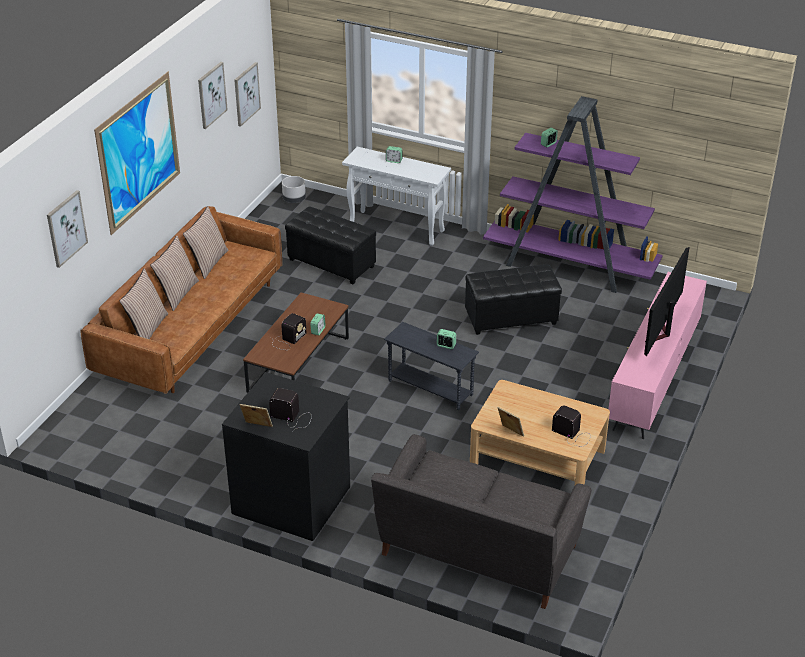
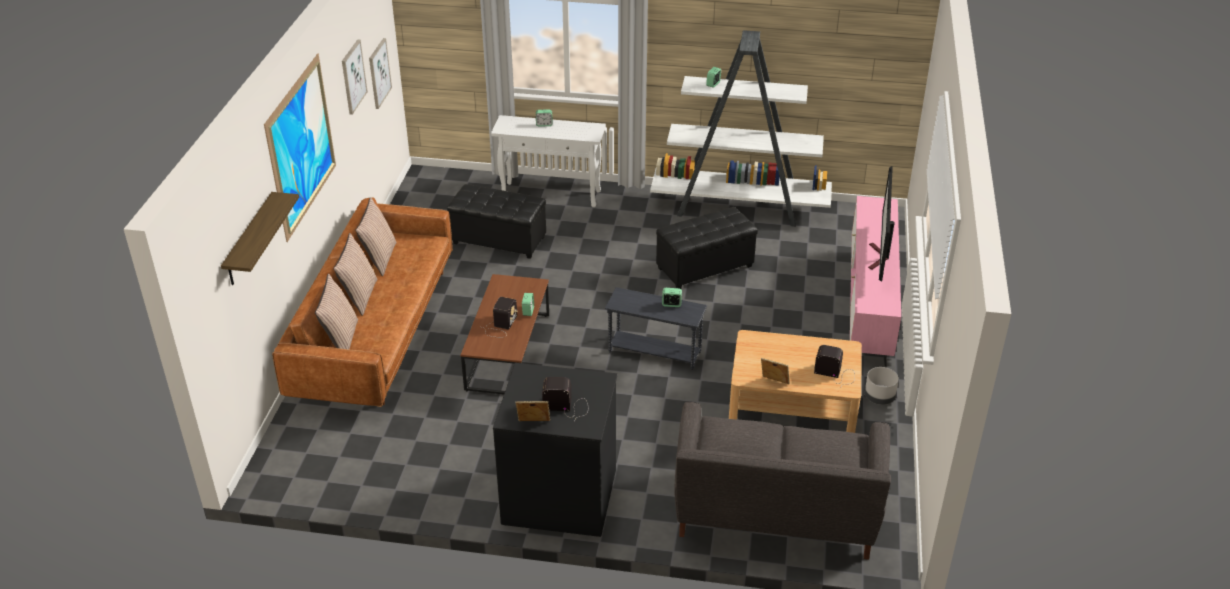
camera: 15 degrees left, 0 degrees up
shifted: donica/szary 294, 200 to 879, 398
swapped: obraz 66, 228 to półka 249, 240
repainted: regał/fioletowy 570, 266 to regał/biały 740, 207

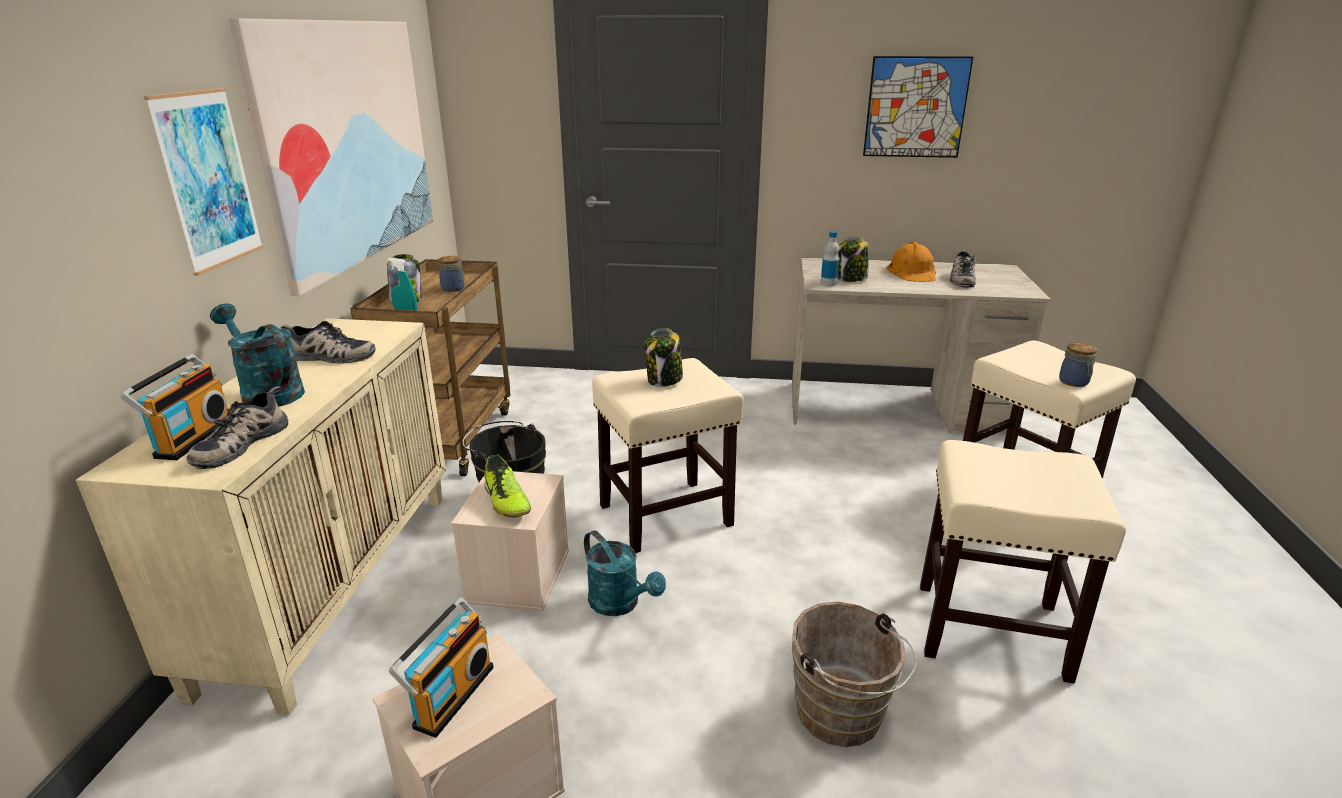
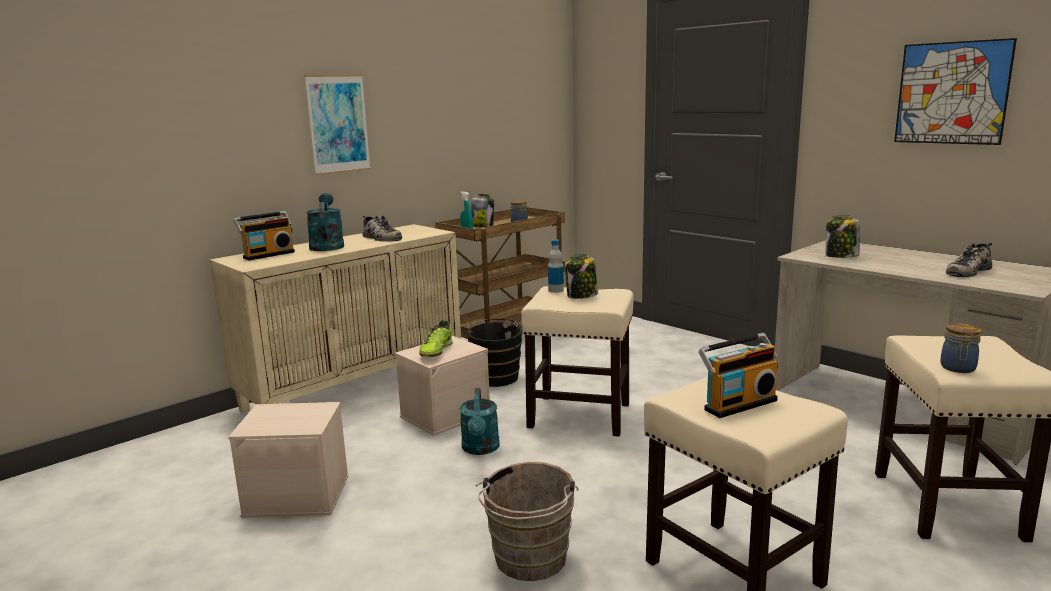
camera: 40 degrees right, 10 degrees down
gone: but 240, 443; obraz 349, 143; kask/pomarańczowy 913, 272
shifted: radio 450, 695 to 738, 404; butelka 828, 284 to 556, 290

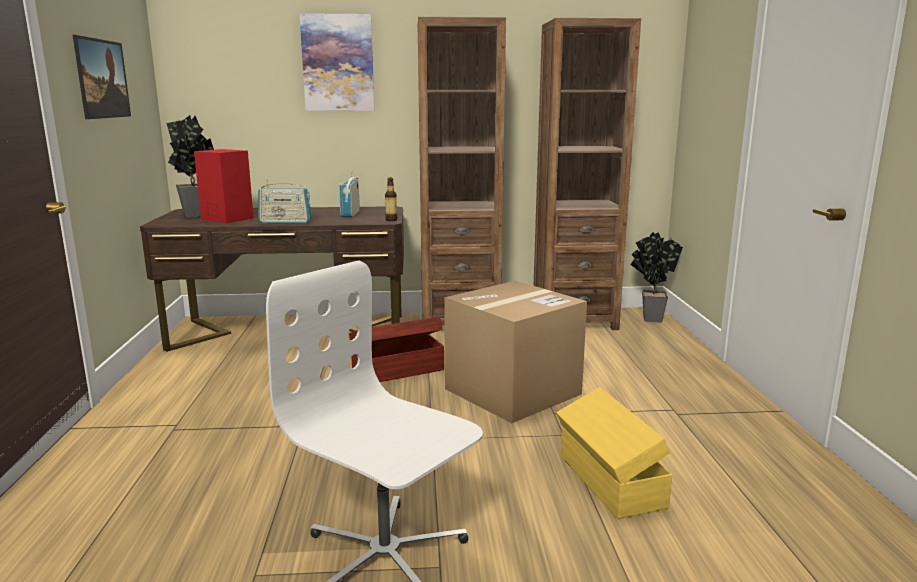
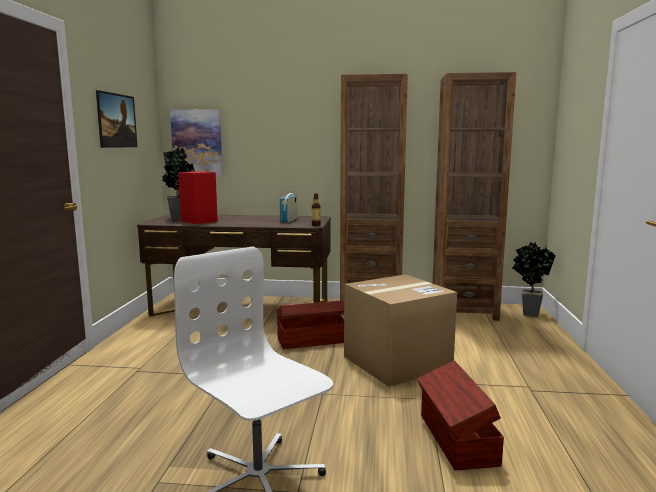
camera: 10 degrees right, 5 degrees down
gone: radio 285, 222
shifted: obraz 338, 63 to 197, 143
repainted: pojemnik do przechowywania/żółty 609, 481 to pojemnik do przechowywania/brązowy 456, 439

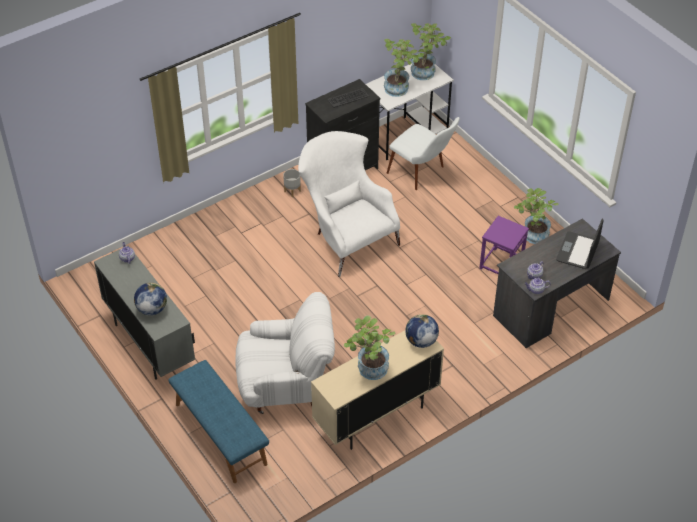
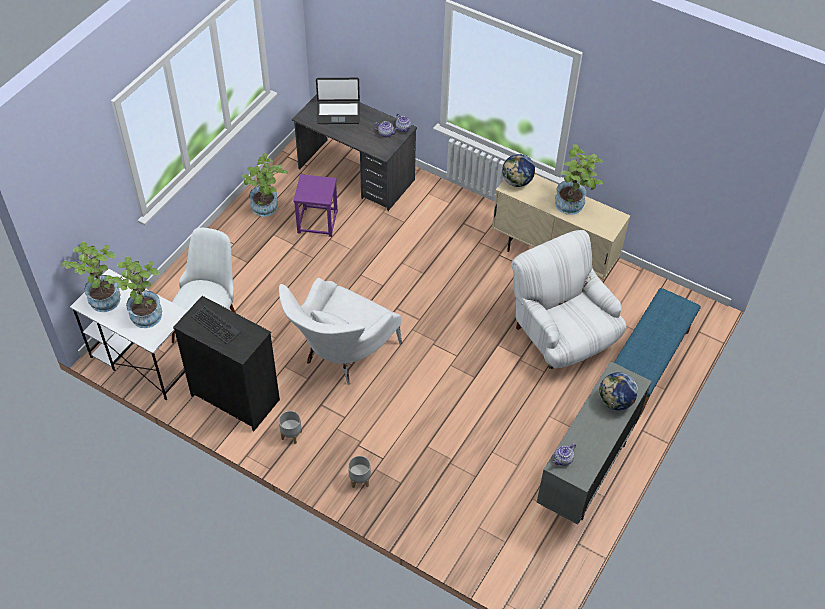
camera: 115 degrees left, 5 degrees up
new: donica/szary 359, 480

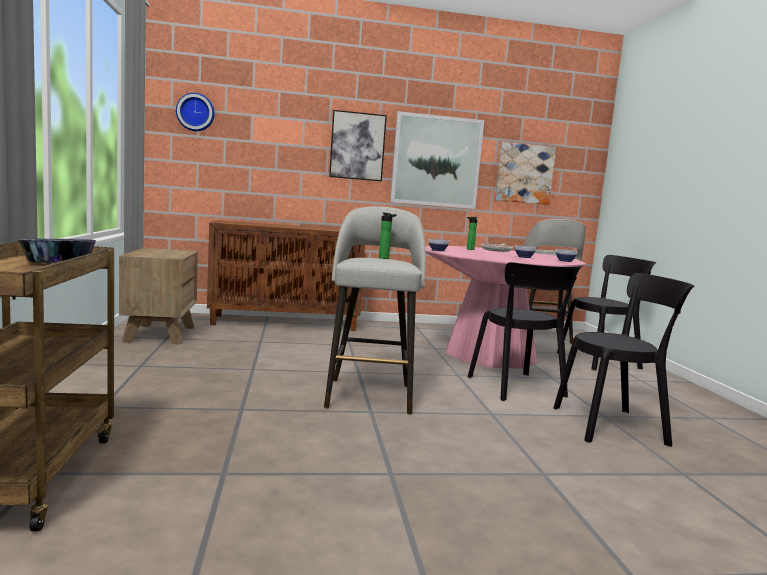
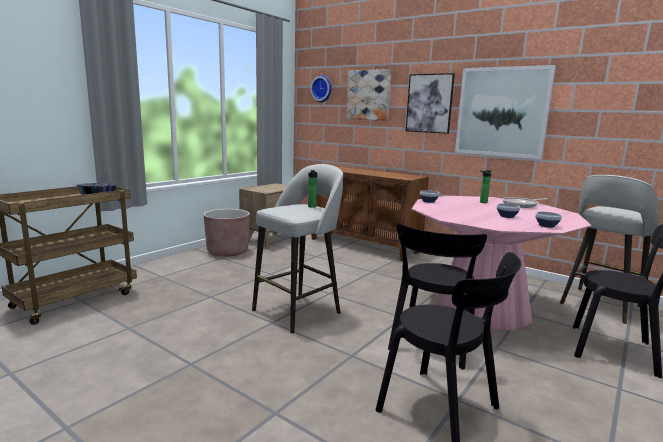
camera: 45 degrees right, 5 degrees up
new: donica/brązowy 227, 252
shifted: obraz 524, 174 to 368, 95

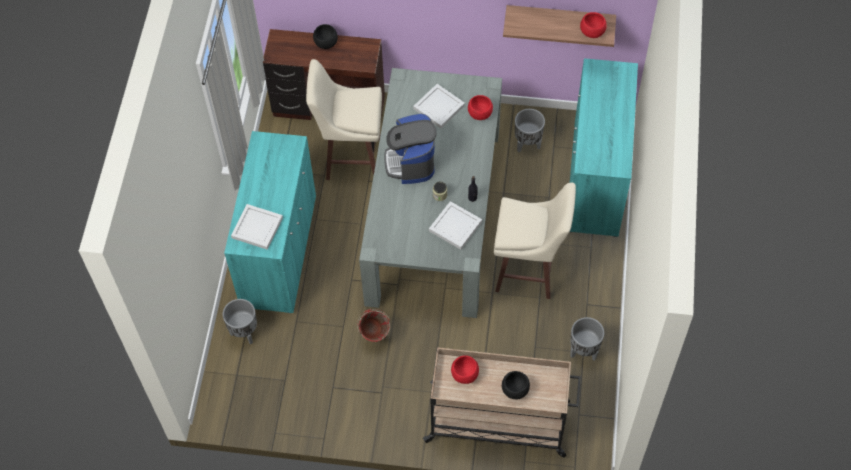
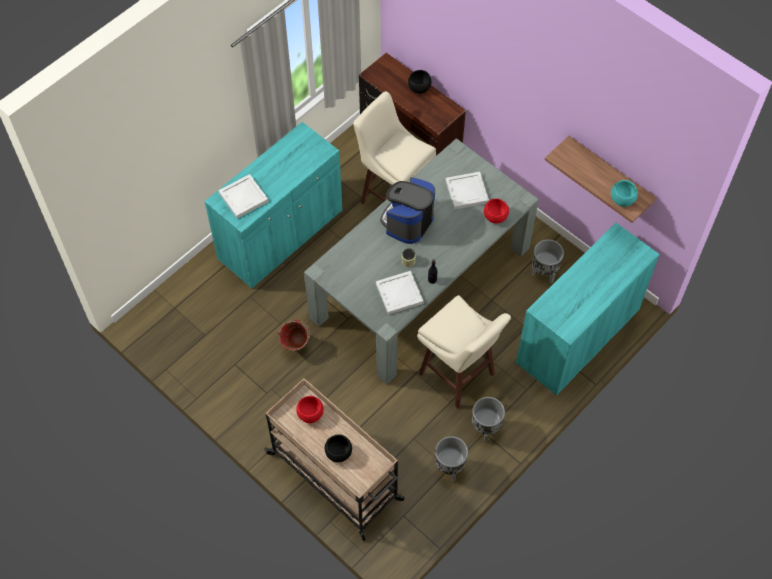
camera: 35 degrees right, 0 degrees up
shifted: donica/szary 244, 333 to 485, 429
repainted: miska/czerwony 592, 32 to miska/turkusowy 622, 200

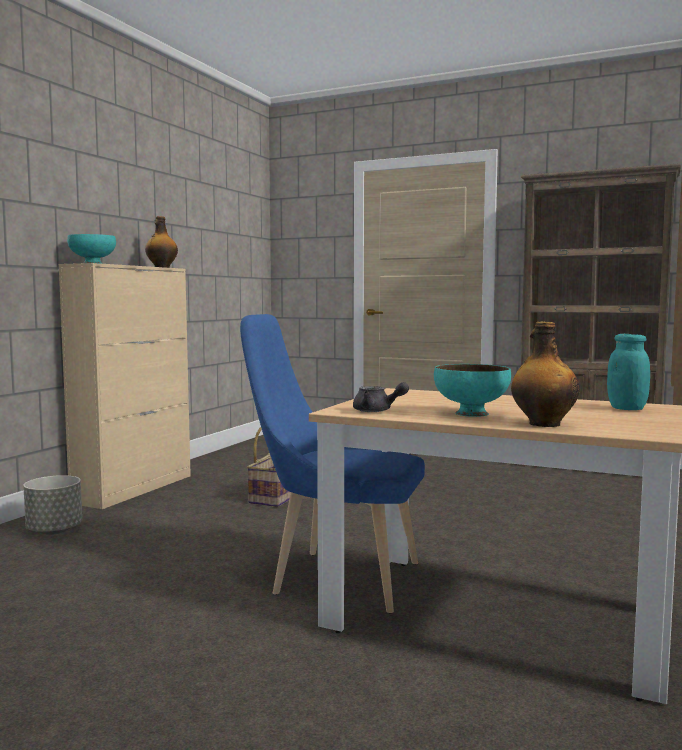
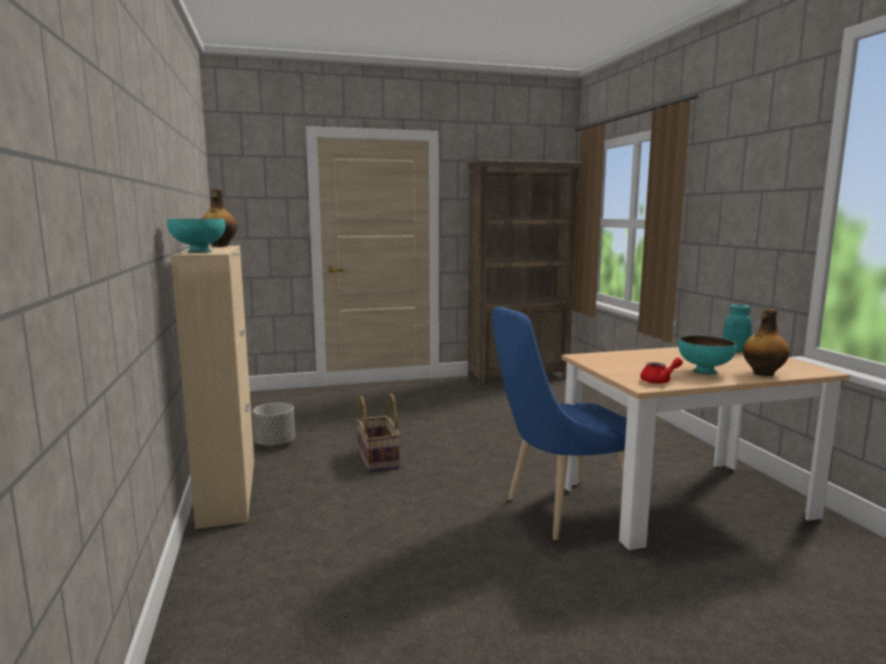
camera: 40 degrees left, 5 degrees up
shifted: donica/szary 54, 531 to 275, 444
repainted: imbryk/szary 377, 411 to imbryk/czerwony 660, 381

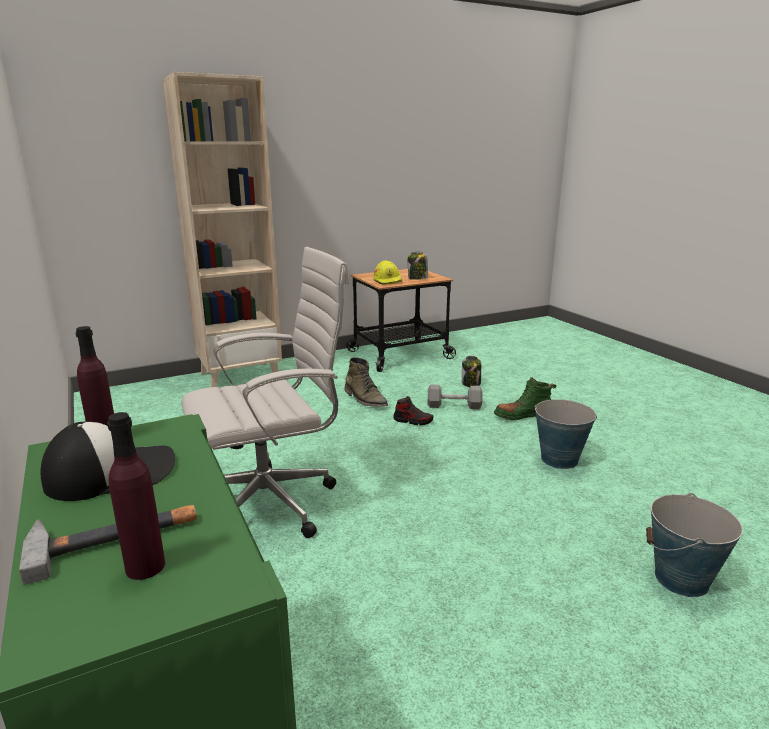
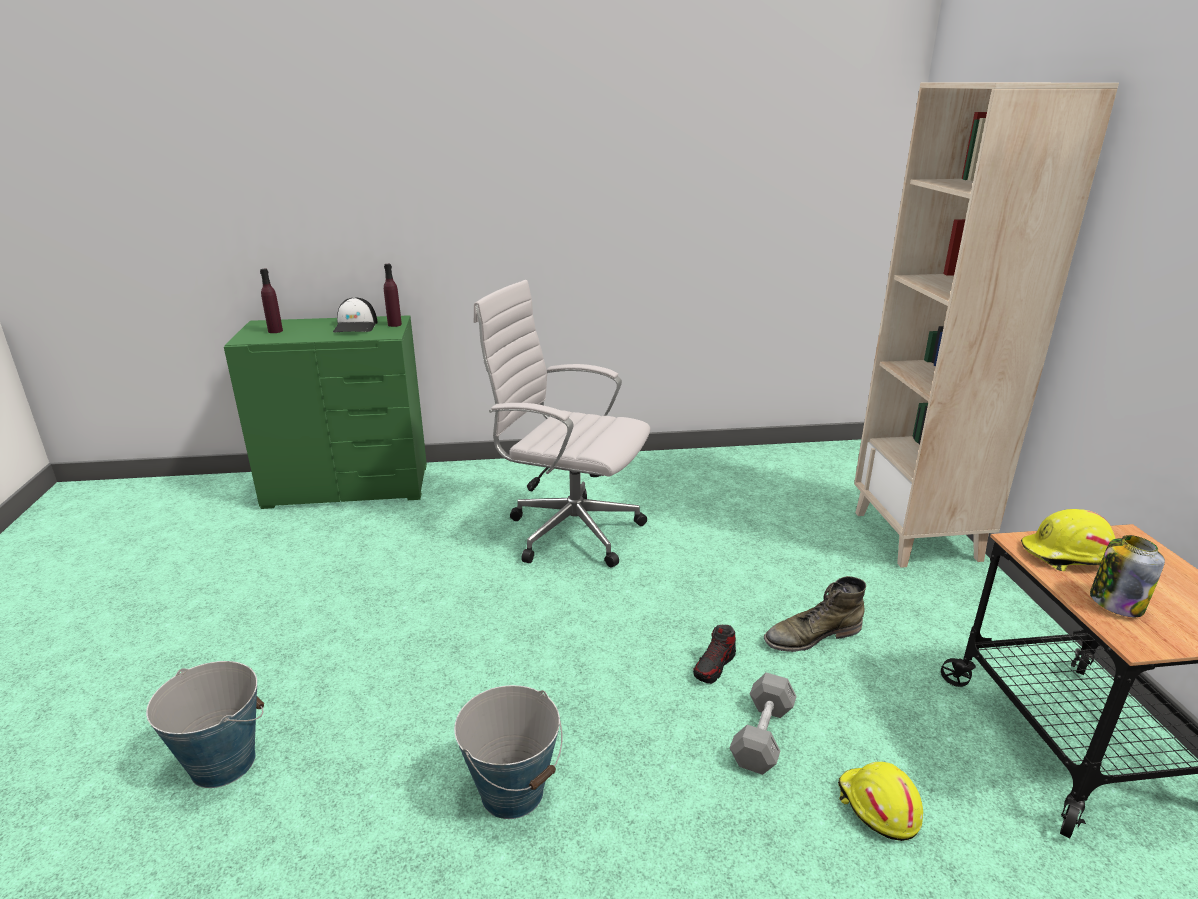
camera: 110 degrees right, 5 degrees up
gone: młotek 115, 536; but z cholewką/zielony 522, 416
swapped: słoik 471, 383 to kask/żółty 877, 807
rotated: krzesło biurowe/biały 274, 503 = 568, 531 120 degrees clockwise

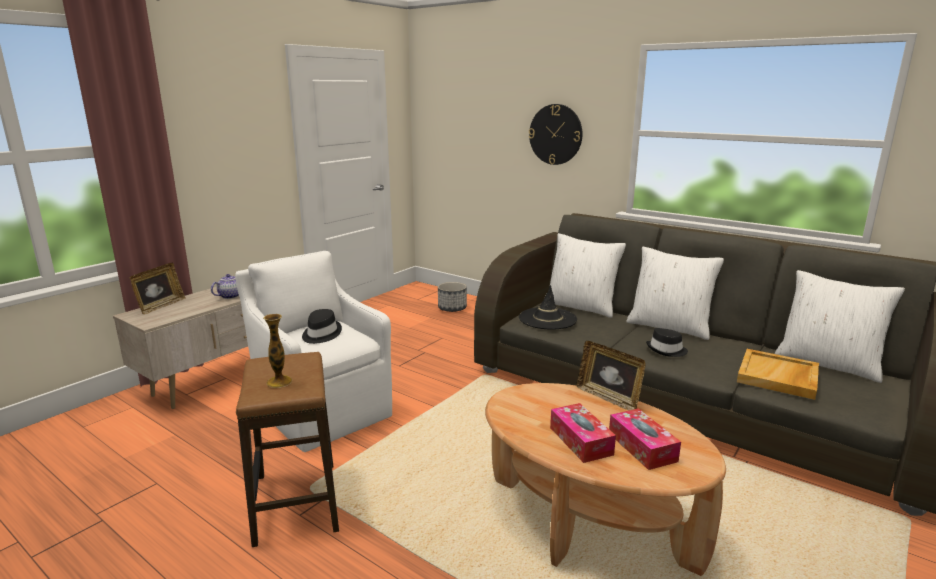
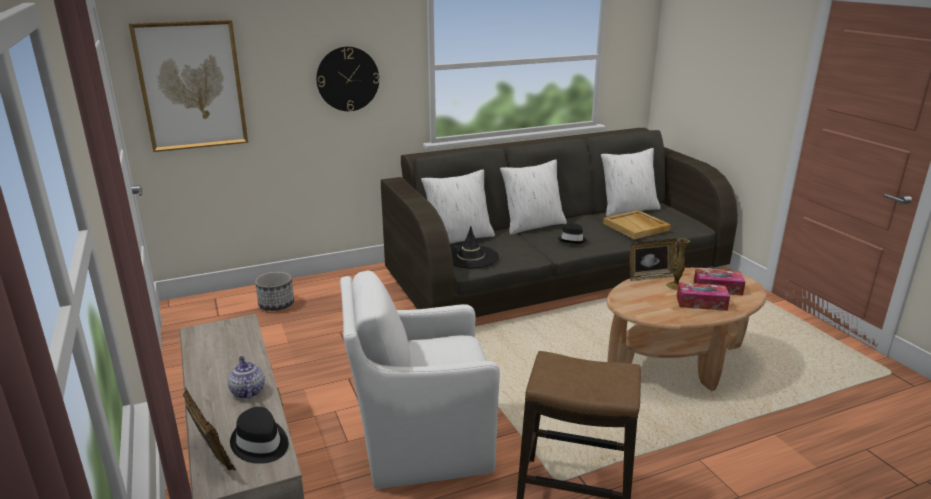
camera: 60 degrees left, 5 degrees up
new: obraz 191, 86
shifted: wazon 279, 382 to 675, 286; kapelusz/czarny 321, 334 to 260, 444

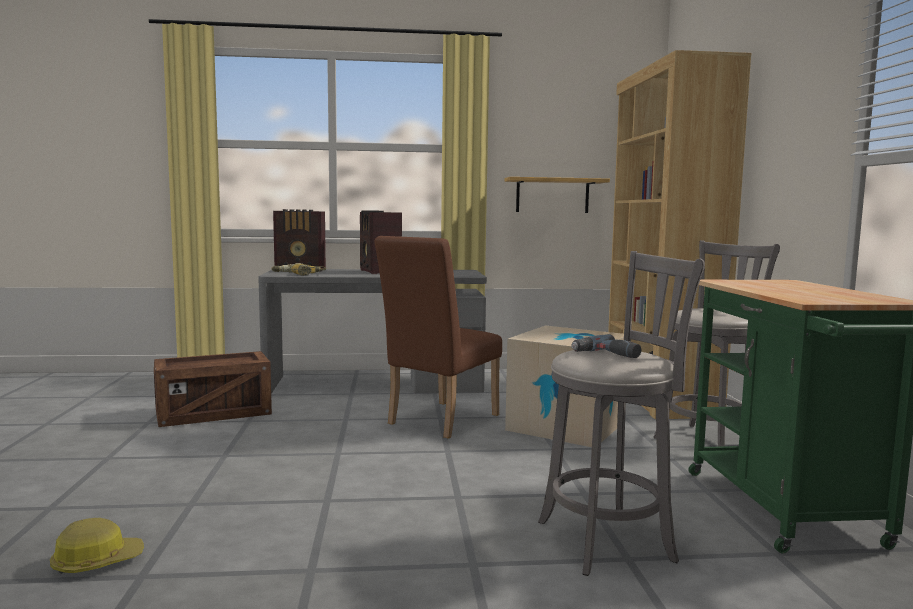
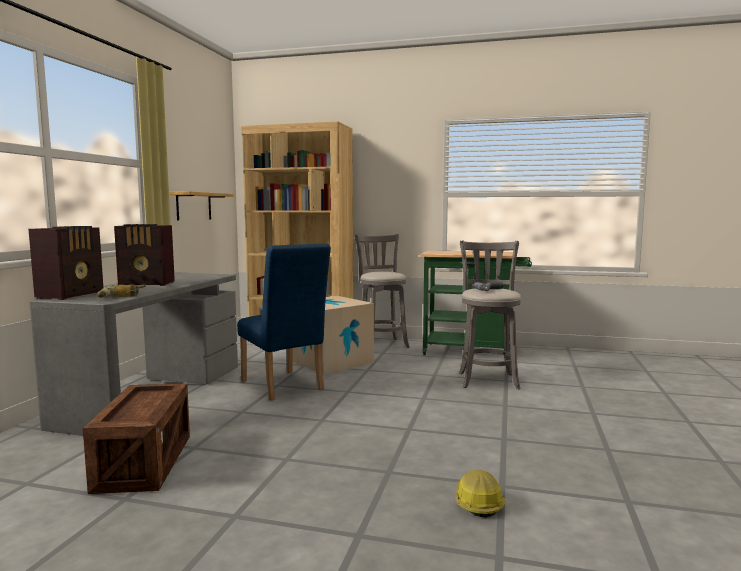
camera: 70 degrees left, 0 degrees up
repainted: krzesło/brązowy 438, 421 to krzesło/niebieski 284, 386

